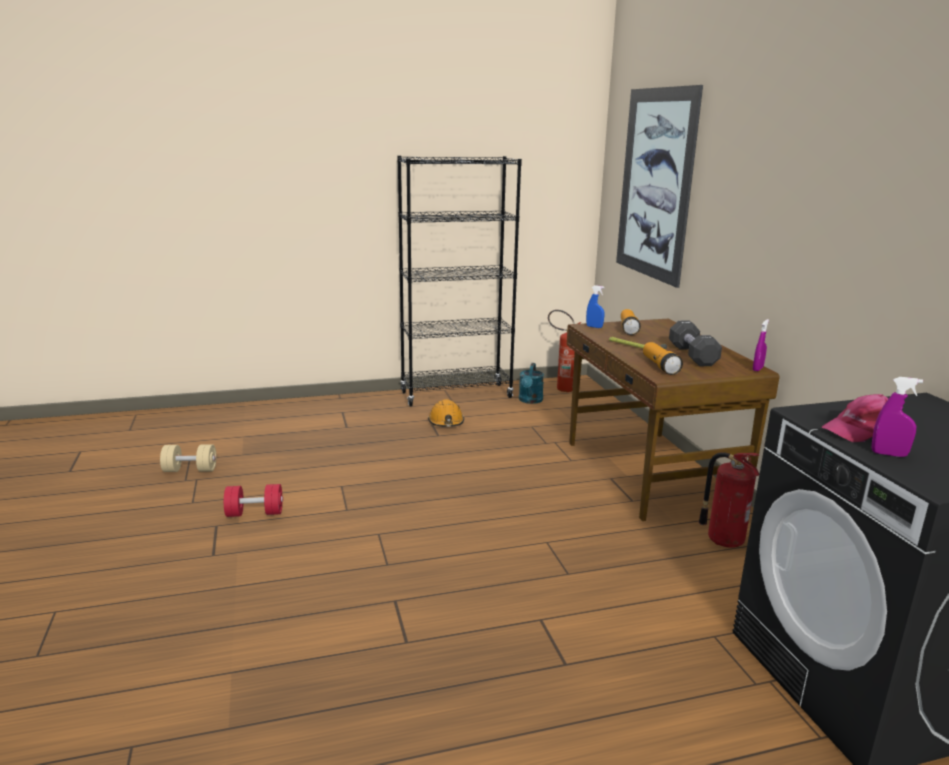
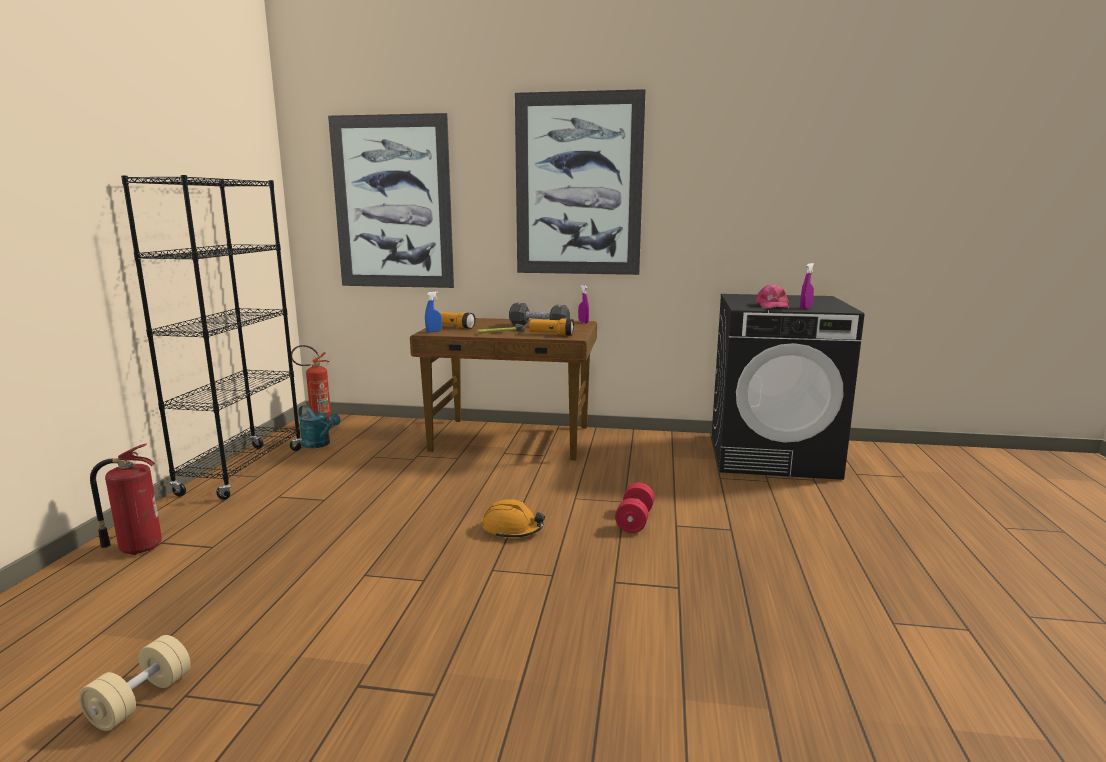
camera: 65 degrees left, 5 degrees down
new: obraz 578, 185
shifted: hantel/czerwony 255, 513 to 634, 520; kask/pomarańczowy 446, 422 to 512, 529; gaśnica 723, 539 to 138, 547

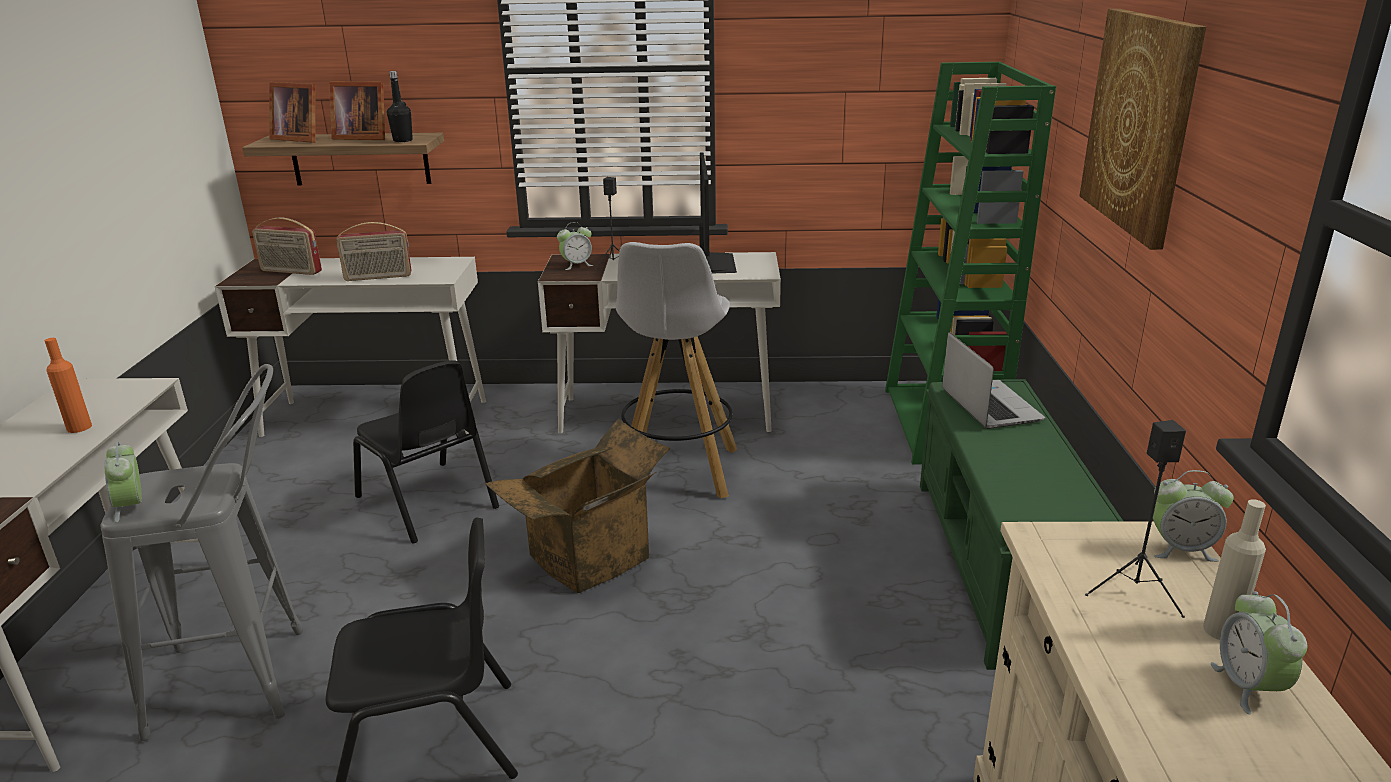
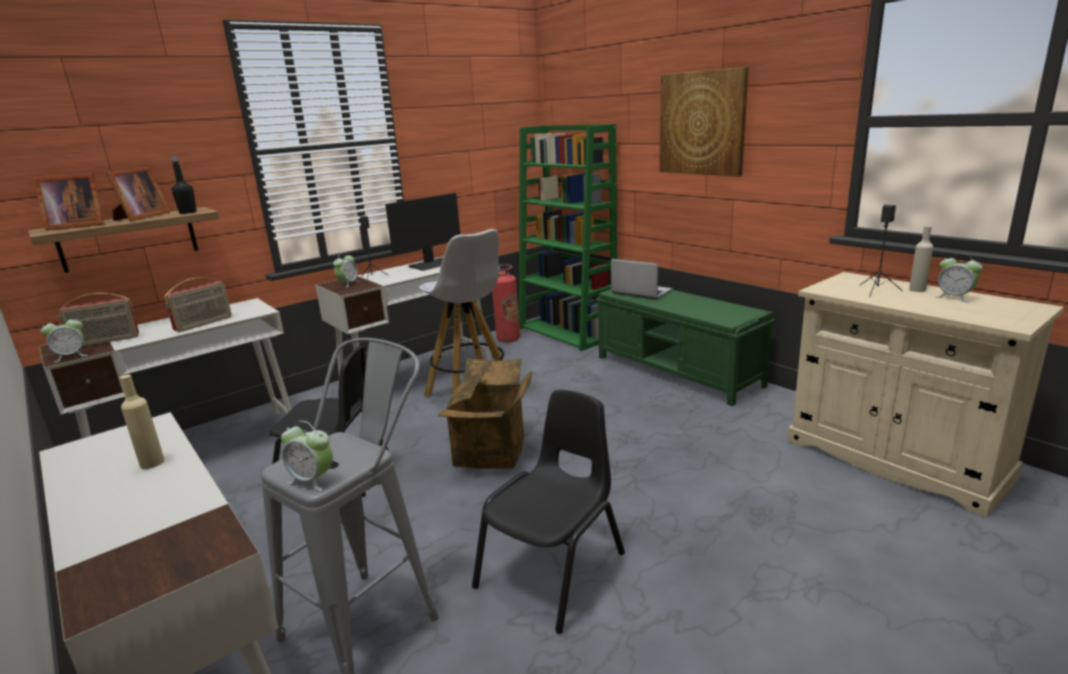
camera: 40 degrees left, 5 degrees down
new: gaśnica 508, 339
shifted: budzik 1181, 549 to 71, 356
repainted: butelka/pomarańczowy 79, 427 to butelka/beżowy 152, 463
rotated: ramka na zdjęcie 361, 138 = 140, 217 45 degrees counterclockwise; monitor 713, 263 = 433, 264 90 degrees clockwise

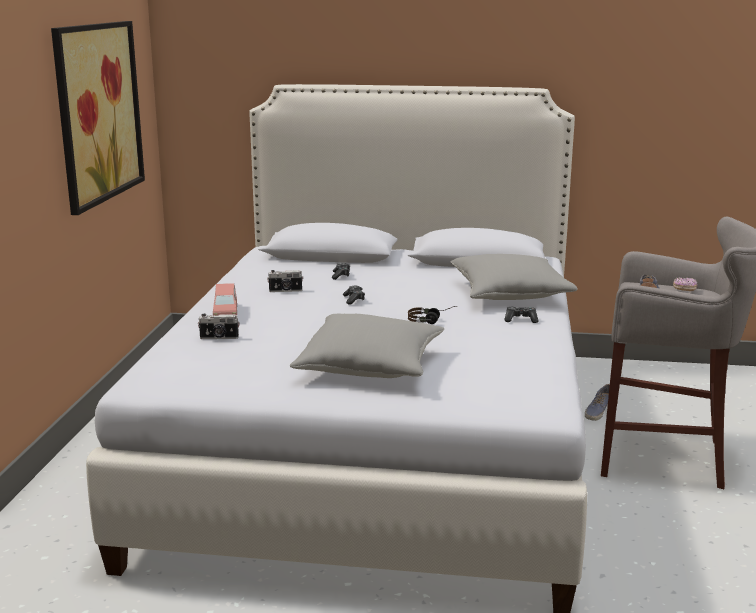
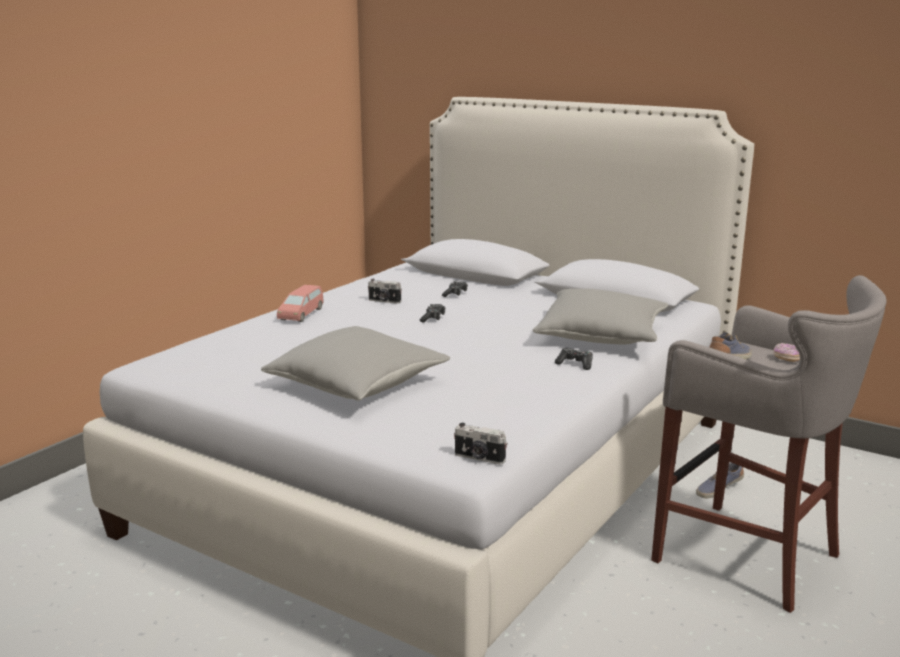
camera: 25 degrees right, 0 degrees up
gone: obraz 98, 112; słuchawki 432, 321
shifted: aparat fotograficzny 219, 338 to 479, 458

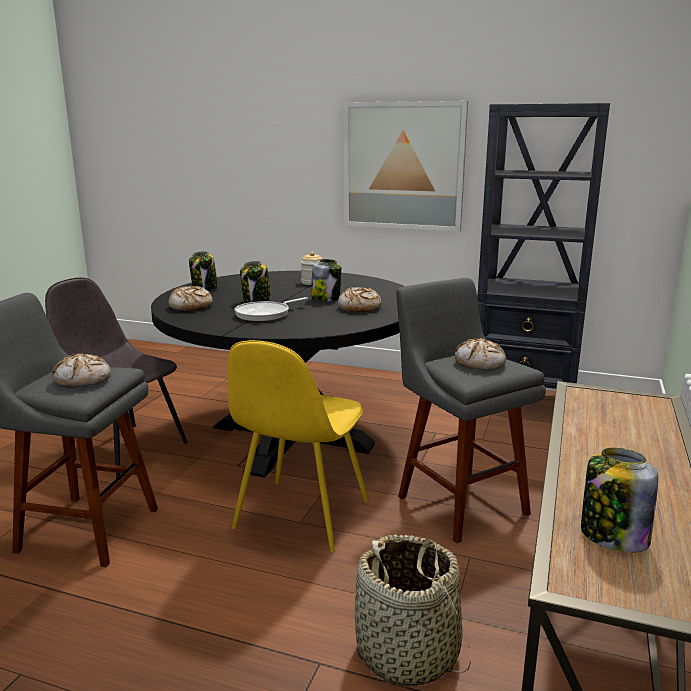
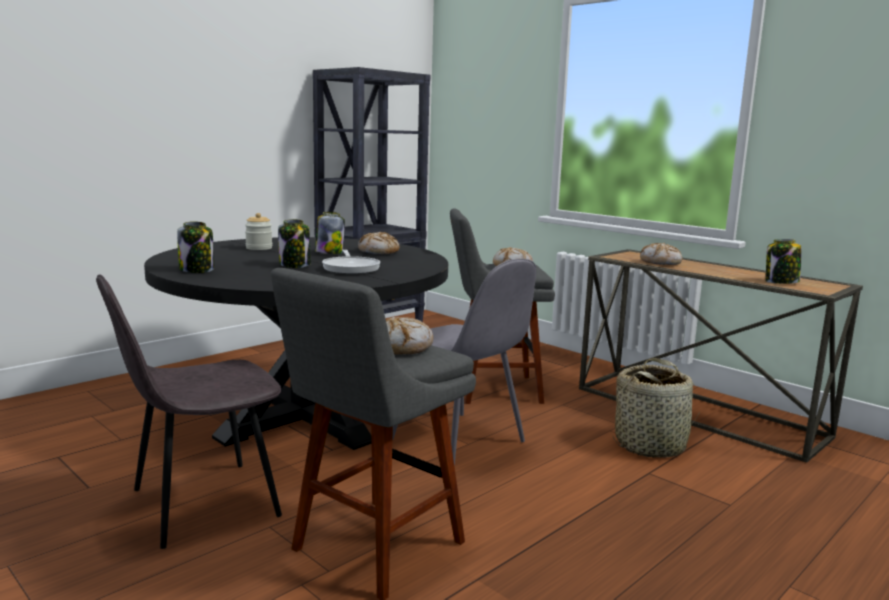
camera: 65 degrees left, 5 degrees down
gone: obraz 403, 166
shifted: chleb 191, 306 to 660, 262
repainted: krzesło/żółty 300, 516 to krzesło/szary 459, 442

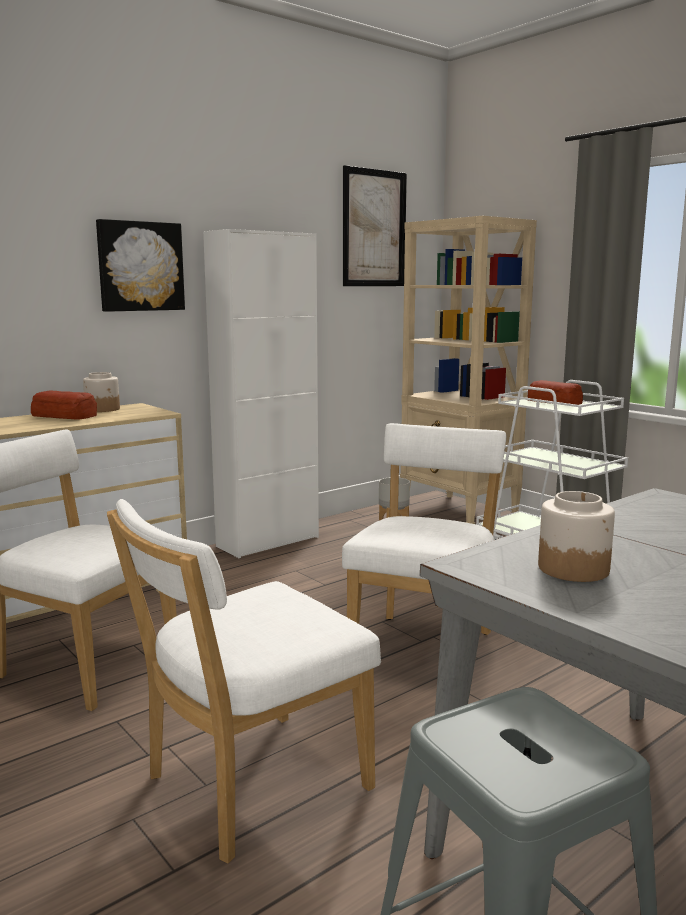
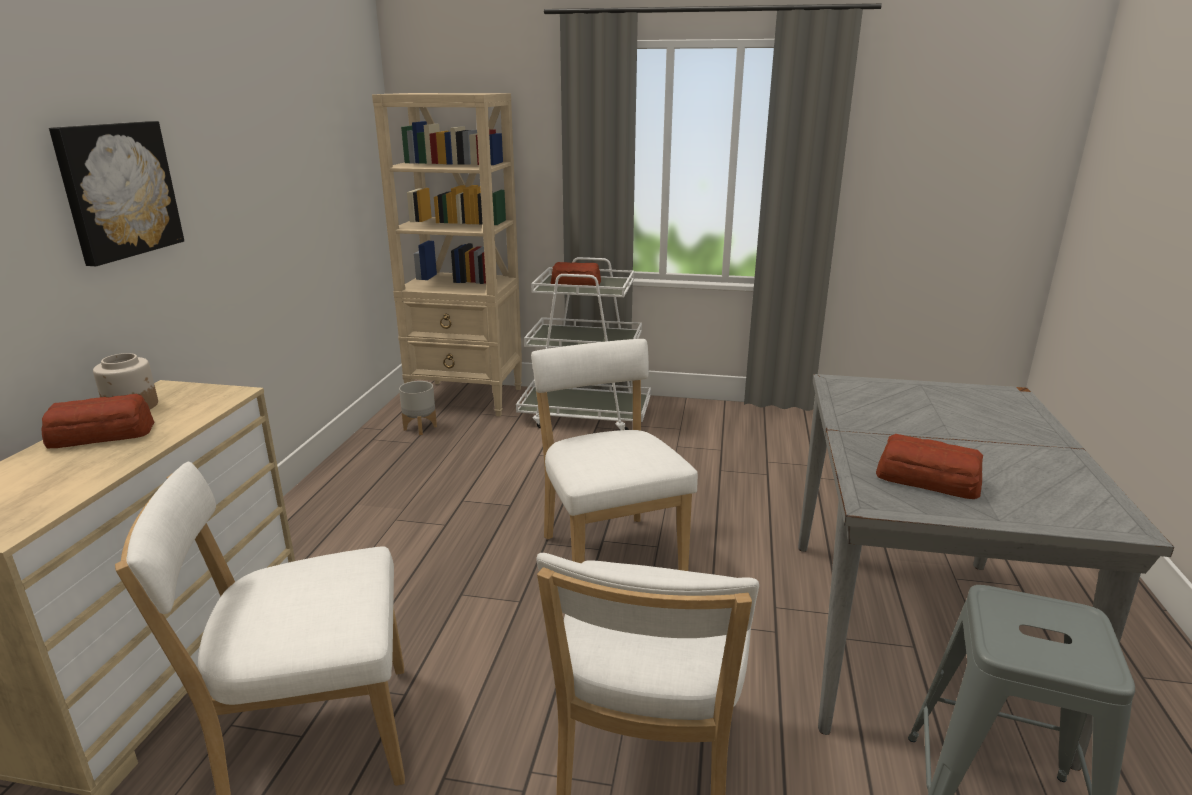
camera: 40 degrees left, 10 degrees up
gone: szafka/biały 268, 542; obraz 374, 228
swapped: słoik 573, 569 to chleb 926, 479

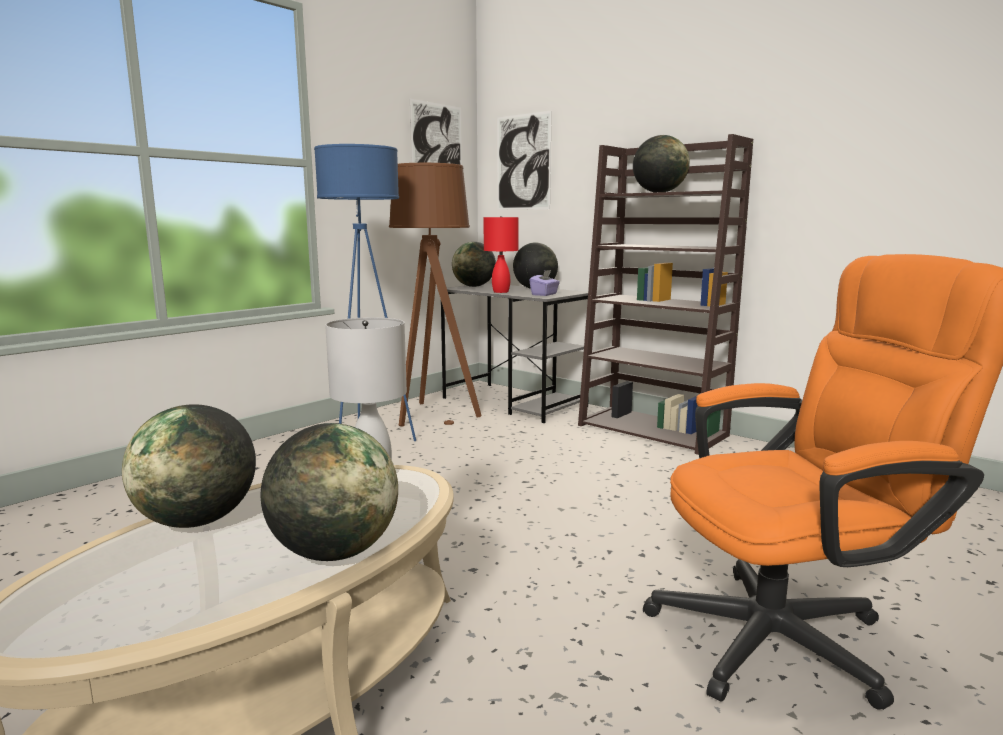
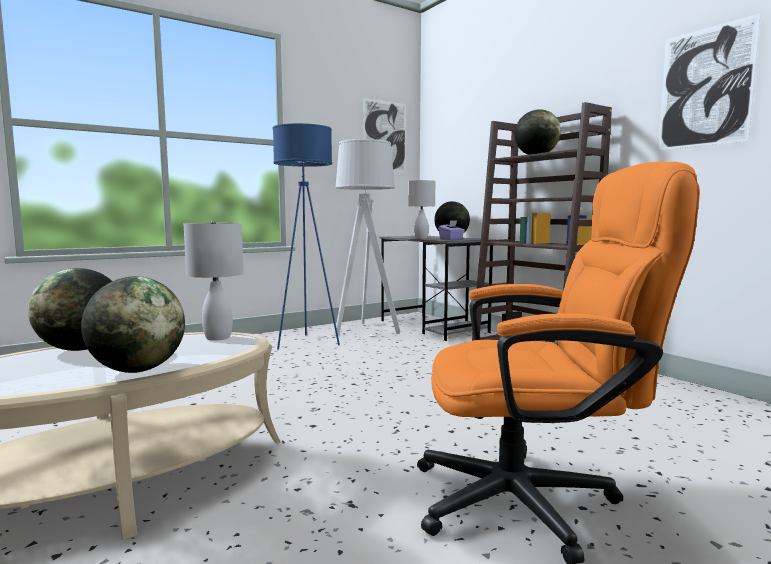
camera: 15 degrees right, 5 degrees down
gone: globus 474, 286
shifted: obraz 523, 162 to 705, 87
repainted: lampa stojąca/brązowy 433, 415 to lampa stojąca/szary 365, 330; lampa stołowa/czerwony 500, 292 to lampa stołowa/biały 420, 238

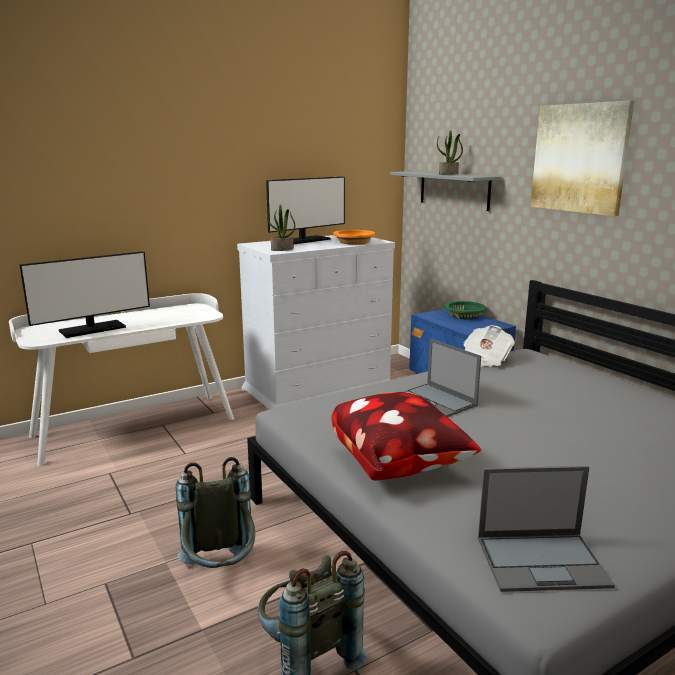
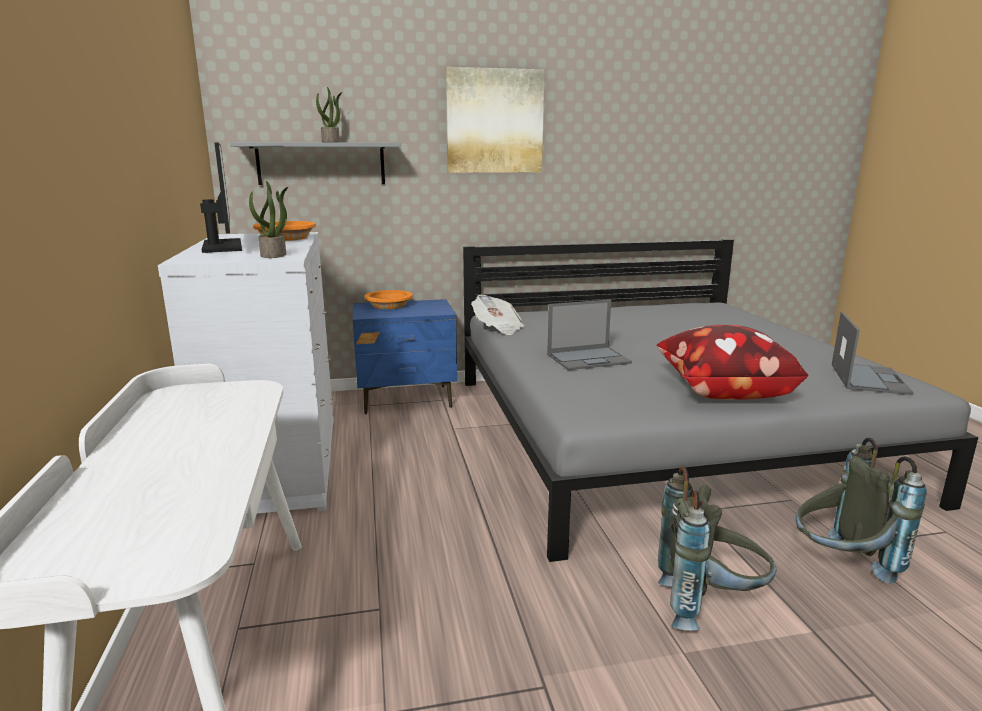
camera: 70 degrees left, 0 degrees up
gone: monitor 92, 329
repainted: miska/zielony 464, 315 to miska/pomarańczowy 389, 305

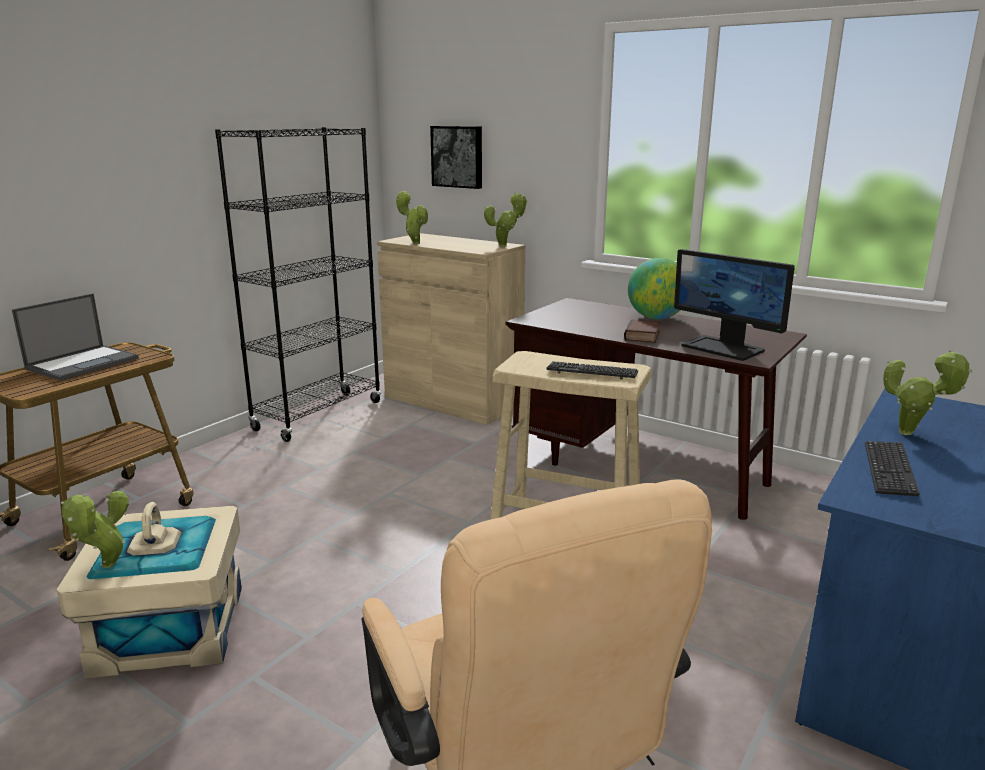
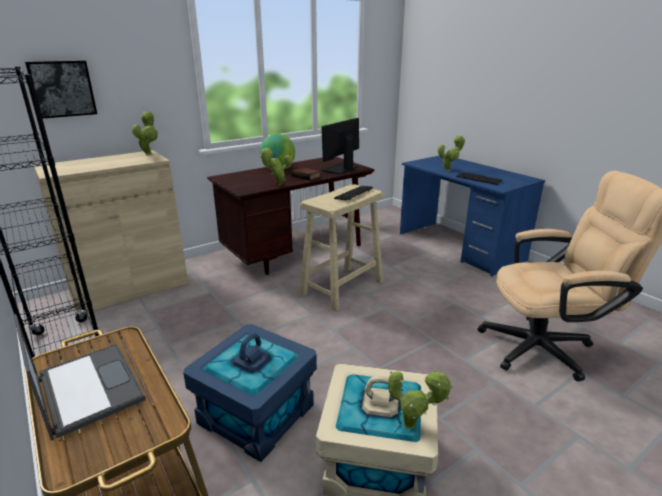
camera: 70 degrees left, 5 degrees up
new: pojemnik do przechowywania/niebieski 257, 414
shifted: roślina doniczkowa 414, 243 to 277, 185
rotated: monitor 723, 348 = 340, 169 150 degrees clockwise

